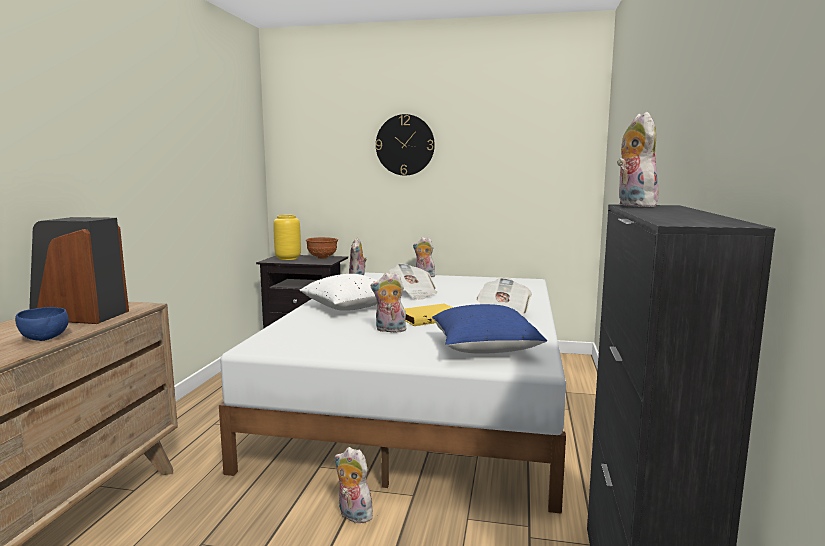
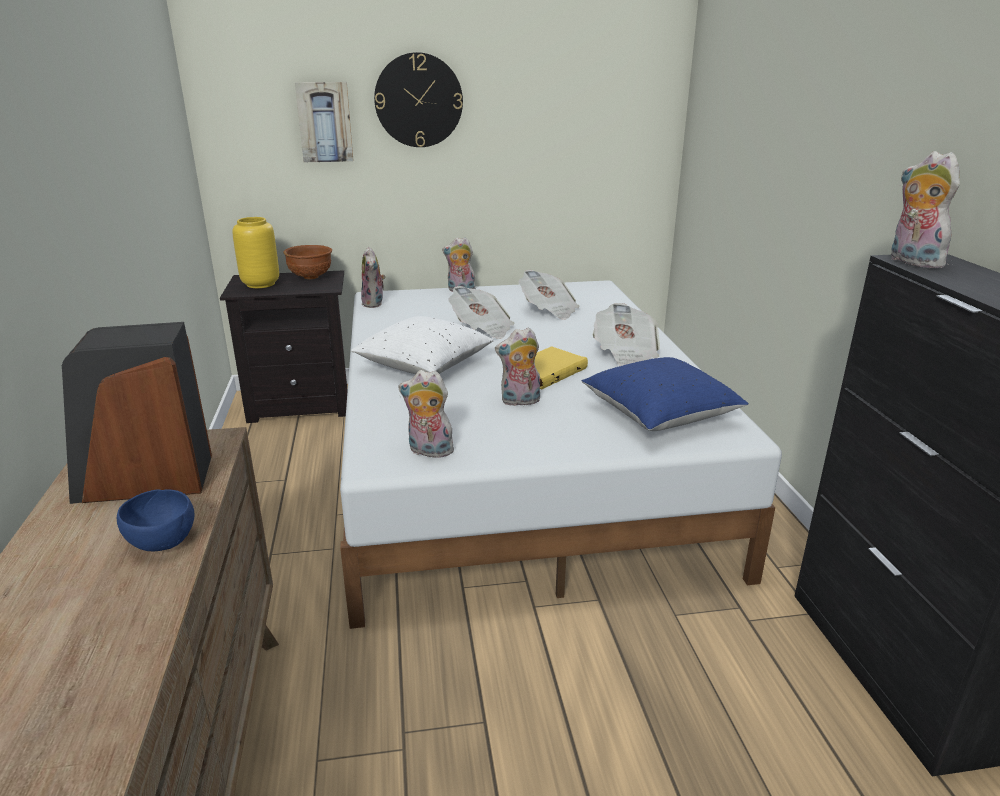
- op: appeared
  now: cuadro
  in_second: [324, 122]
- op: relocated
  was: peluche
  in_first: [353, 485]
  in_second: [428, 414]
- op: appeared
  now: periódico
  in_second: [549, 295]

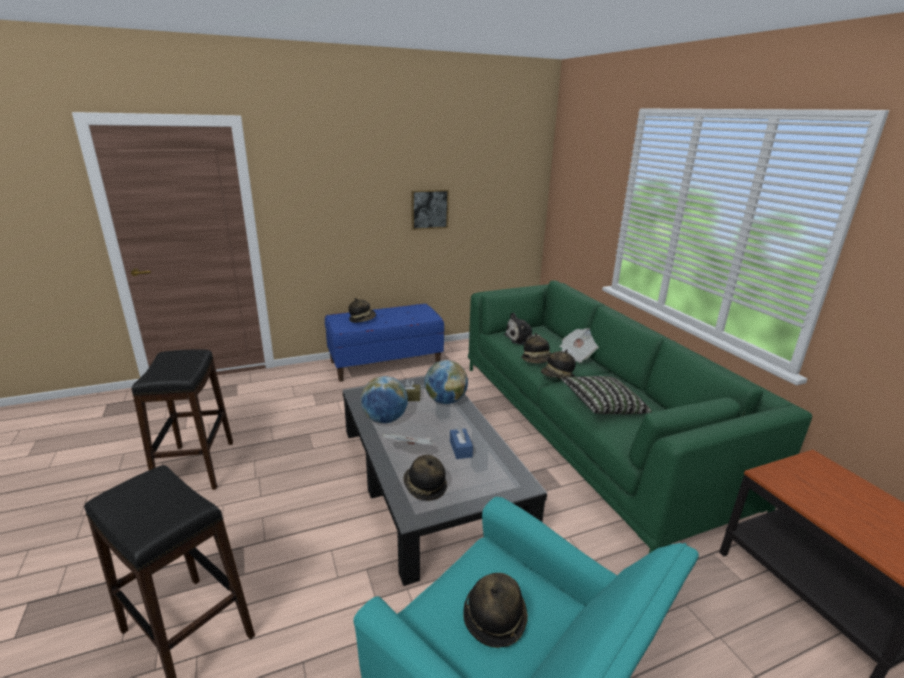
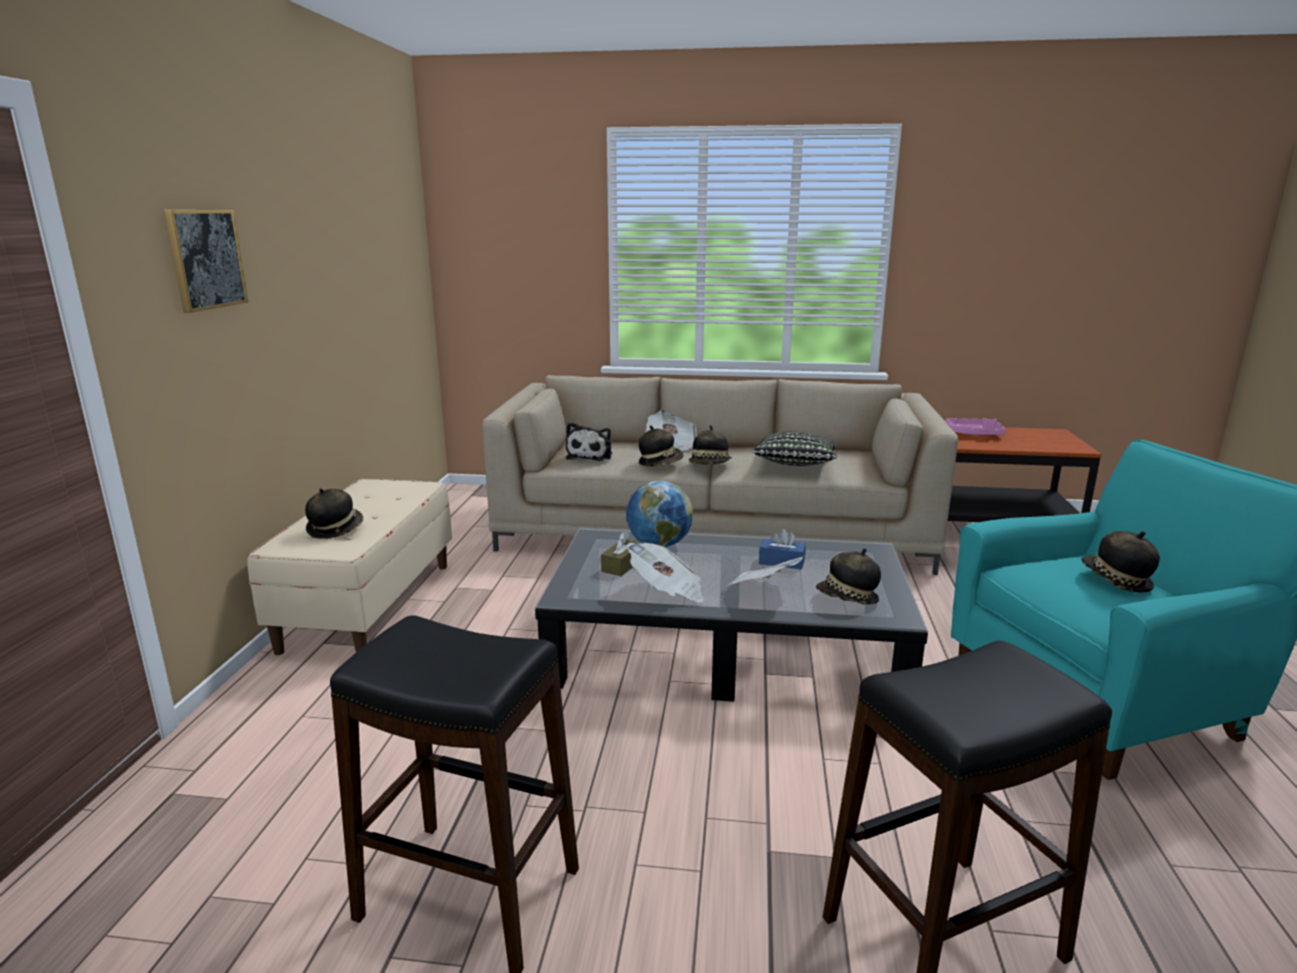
- op: relocated
  was: cuadro
  in_first: [430, 209]
  in_second: [206, 261]
- op: colour
  was: banco (azul)
  now: banco (beis)
  in_first: [384, 343]
  in_second: [350, 567]
- op: colour
  was: sofá (verde)
  now: sofá (beis)
  in_first: [640, 416]
  in_second: [720, 475]
- op: exchanged
  was: globo terráqueo
  now: periódico
  in_first: [384, 399]
  in_second: [665, 572]
- op: appeared
  now: bandeja (rosa)
  in_second: [975, 426]

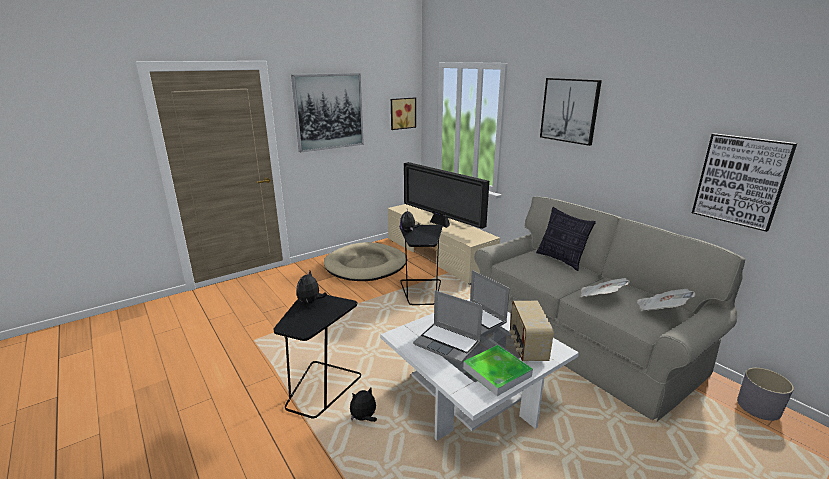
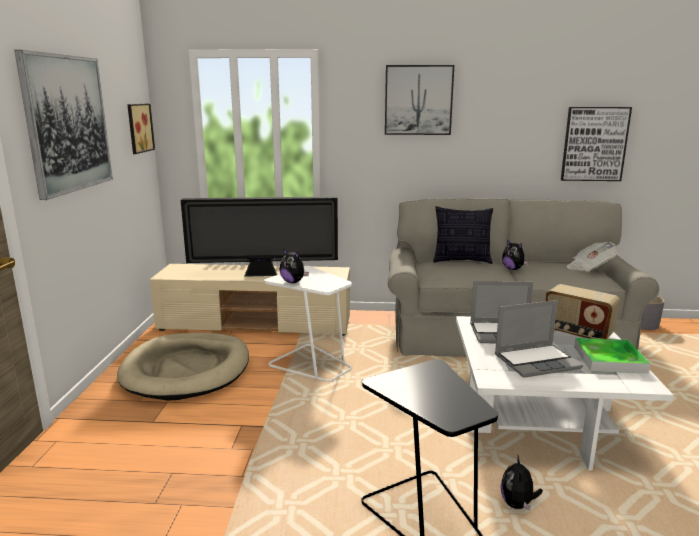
- op: colour
  was: mesa auxiliar (negro)
  now: mesa auxiliar (blanco)
  in_first: [421, 265]
  in_second: [308, 324]
- op: relocated
  was: peluche
  in_first: [312, 287]
  in_second: [515, 254]
- op: missing
  was: periódico
  in_first: [605, 287]

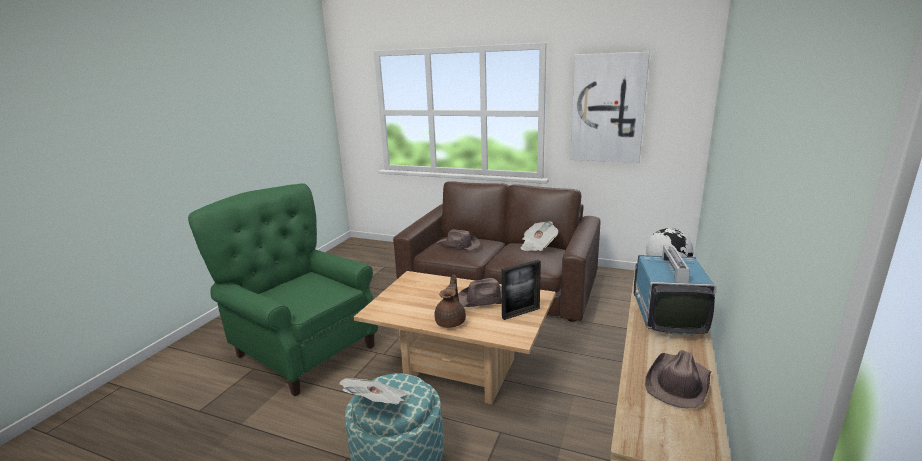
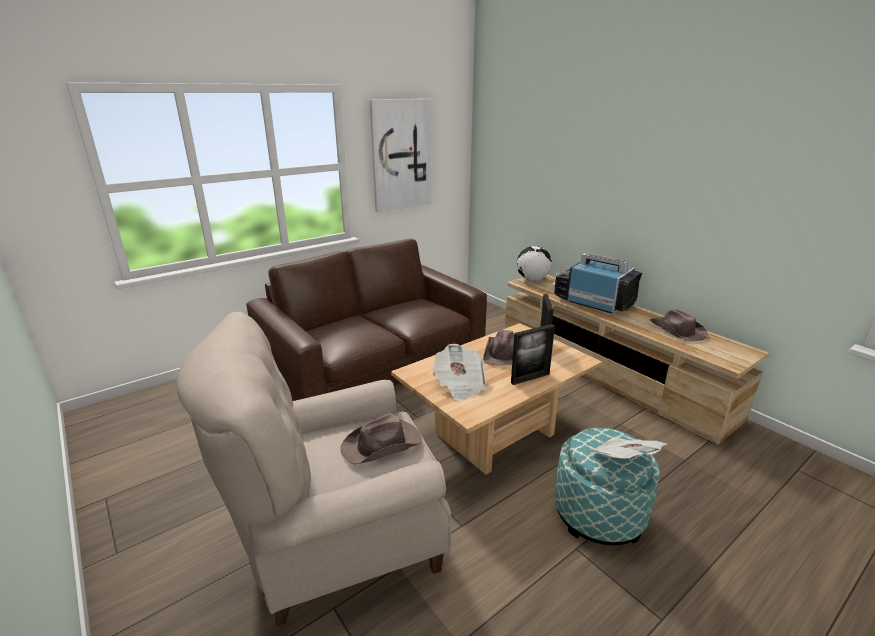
- op: colour
  was: sillón (verde)
  now: sillón (beis)
  in_first: [283, 290]
  in_second: [314, 469]
- op: relocated
  was: sombrero (marrón)
  in_first: [458, 240]
  in_second: [381, 439]
- op: relocated
  was: periódico
  in_first: [539, 236]
  in_second: [459, 372]
- op: exchanged
  was: tetera (marrón)
  now: portarretratos
  in_first: [450, 301]
  in_second: [533, 354]

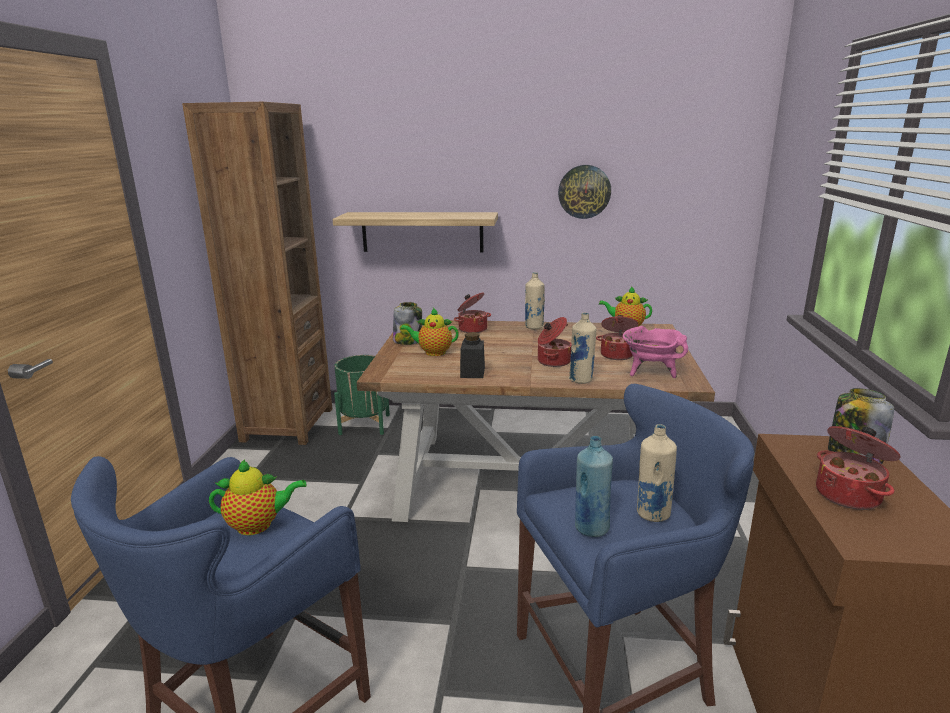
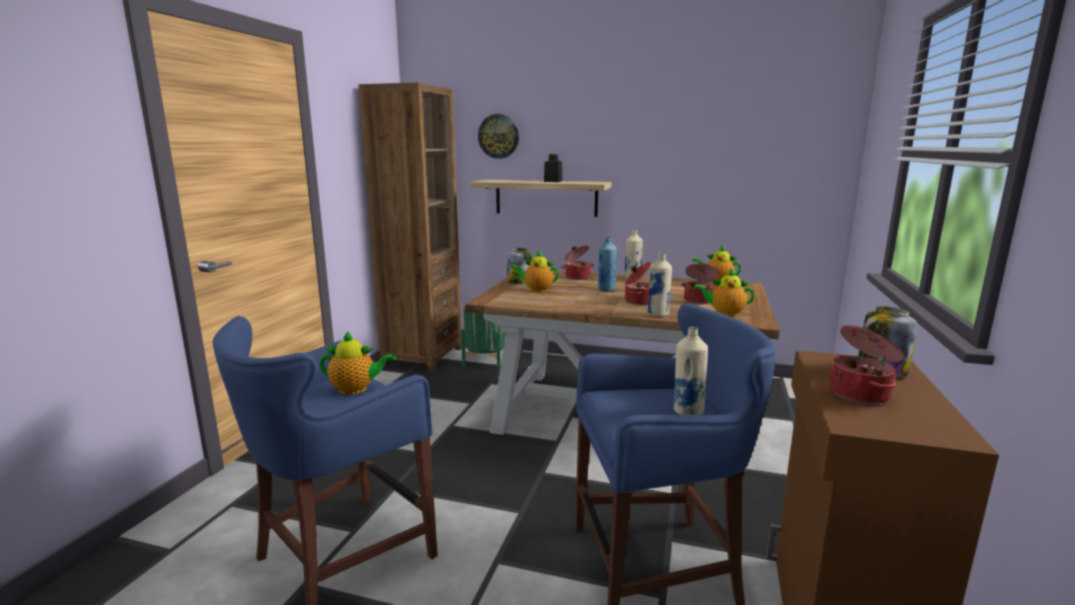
- op: relocated
  was: reloj de pared
  in_first: [584, 192]
  in_second: [498, 136]
- op: relocated
  was: tarro (negro)
  in_first: [472, 355]
  in_second: [553, 168]
- op: relocated
  was: botella (azul)
  in_first: [594, 486]
  in_second: [607, 264]
- op: exchanged
  was: olla (rosa)
  now: tetera
  in_first: [655, 352]
  in_second: [724, 292]

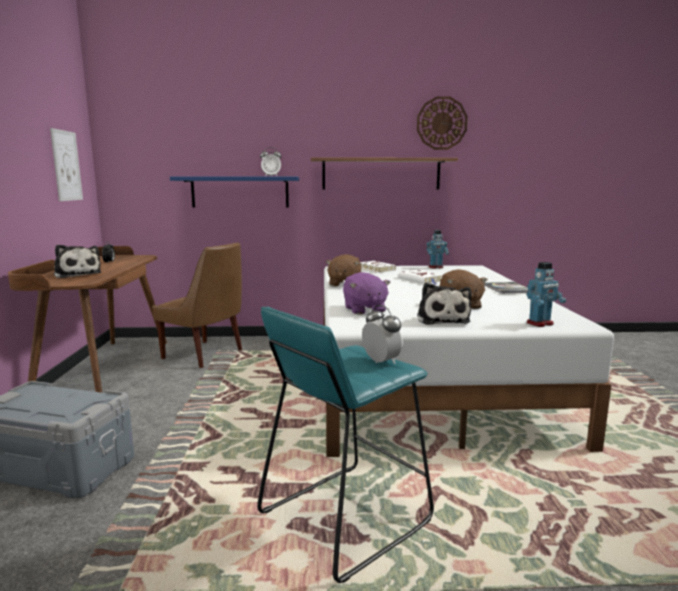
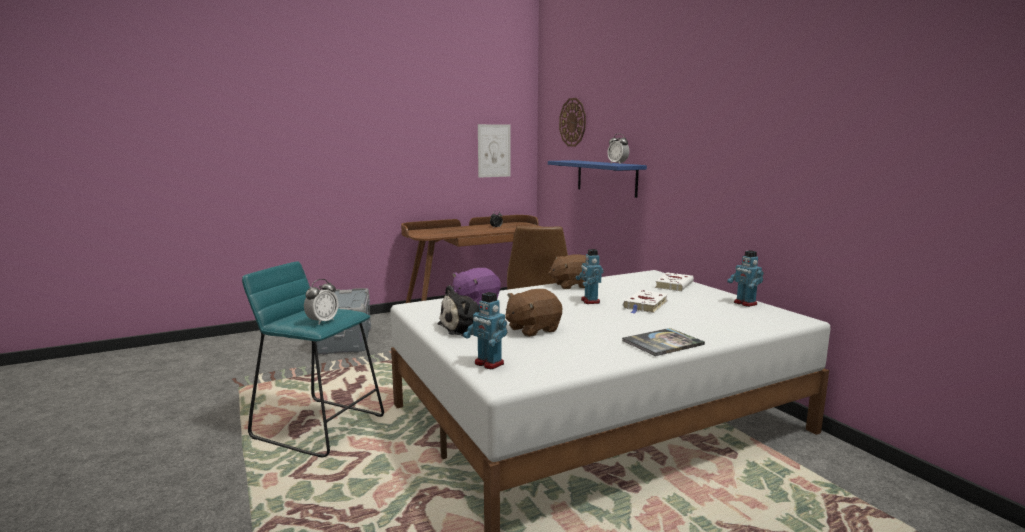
- op: relocated
  was: reloj de pared
  in_first: [442, 123]
  in_second: [572, 122]
- op: appeared
  now: robot de juguete
  in_second: [589, 276]
- op: missing
  was: peluche
  in_first: [77, 261]
- op: missing
  was: estante
  in_first: [384, 173]

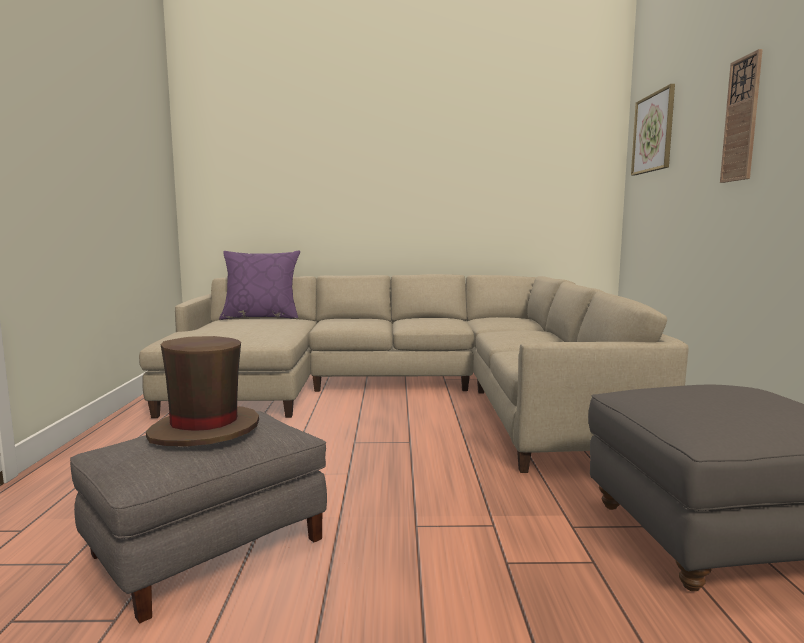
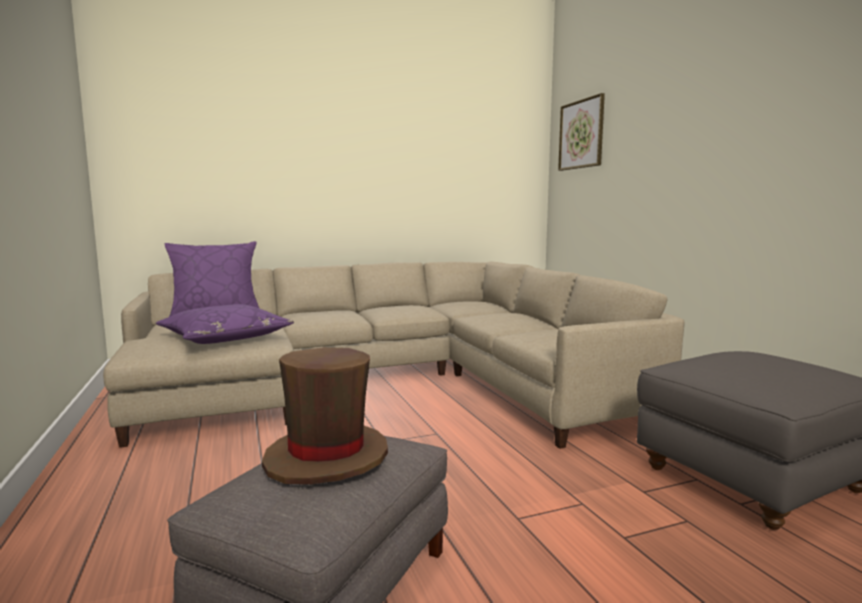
- op: appeared
  now: cojín (morado)
  in_second: [225, 324]
- op: missing
  was: reloj de pared
  in_first: [741, 116]

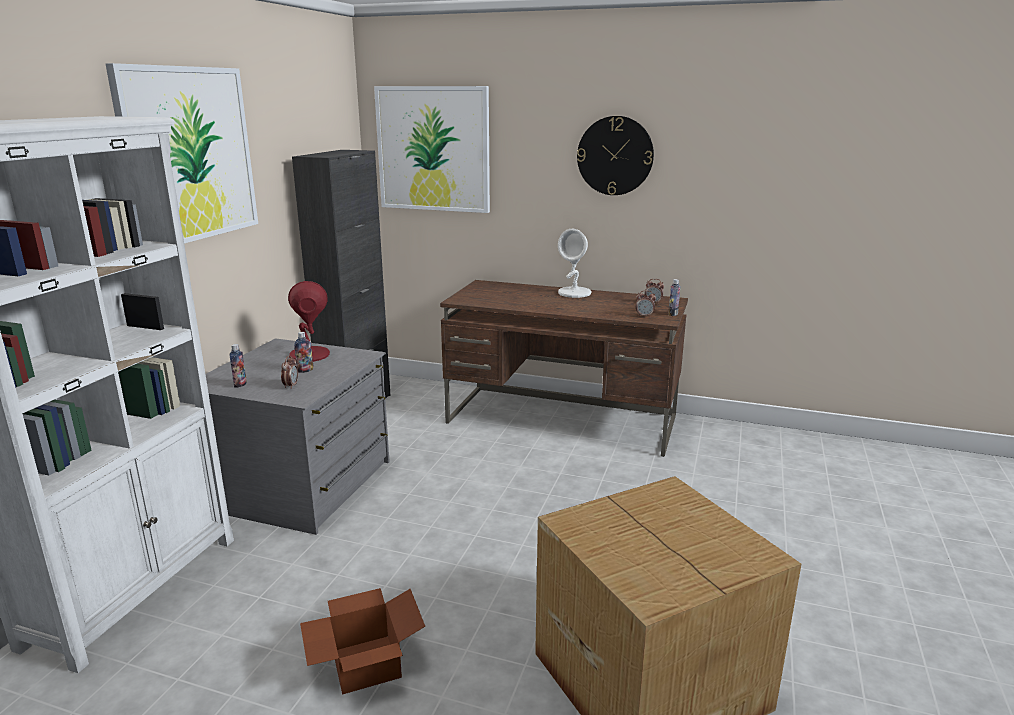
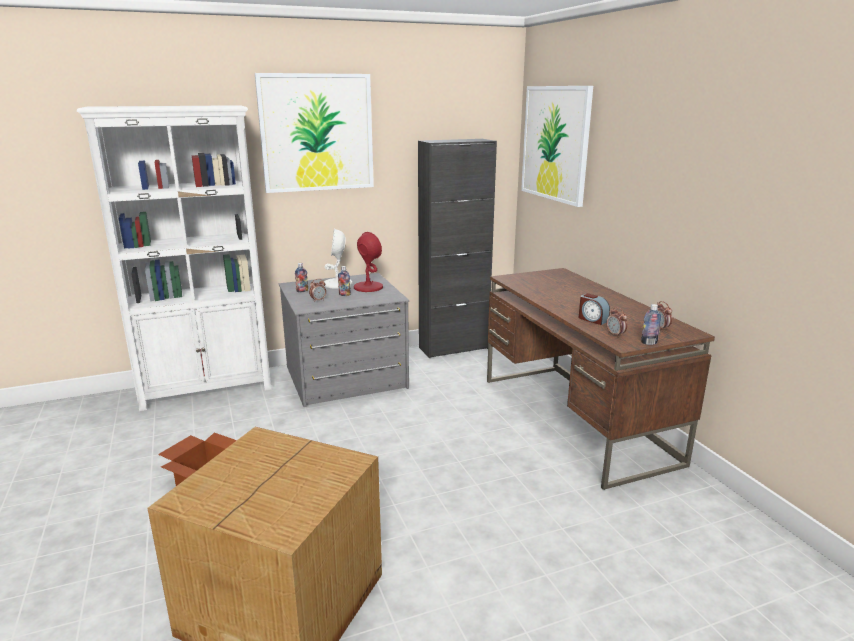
- op: relocated
  was: lámpara de mesa (blanco)
  in_first: [574, 263]
  in_second: [338, 258]
- op: appeared
  now: despertador
  in_second: [594, 309]
- op: missing
  was: reloj de pared
  in_first: [615, 155]

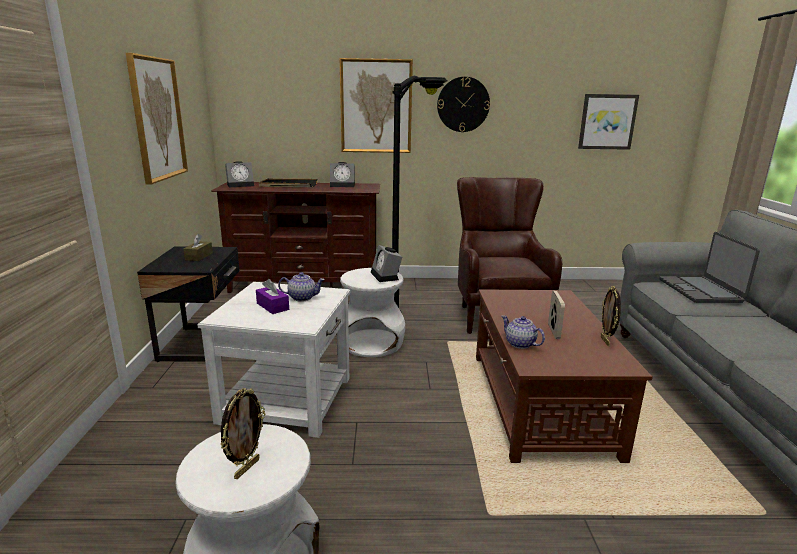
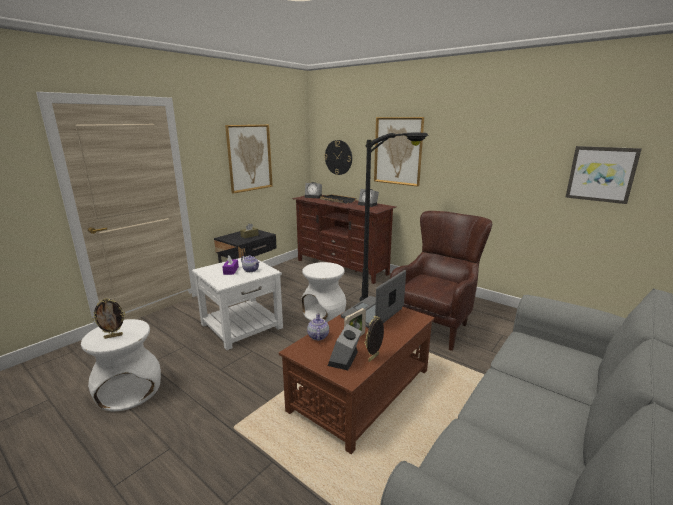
- op: relocated
  was: reloj de pared
  in_first: [463, 104]
  in_second: [338, 157]
- op: relocated
  was: despertador
  in_first: [386, 263]
  in_second: [345, 347]
- op: relocated
  was: portátil
  in_first: [709, 267]
  in_second: [373, 299]

